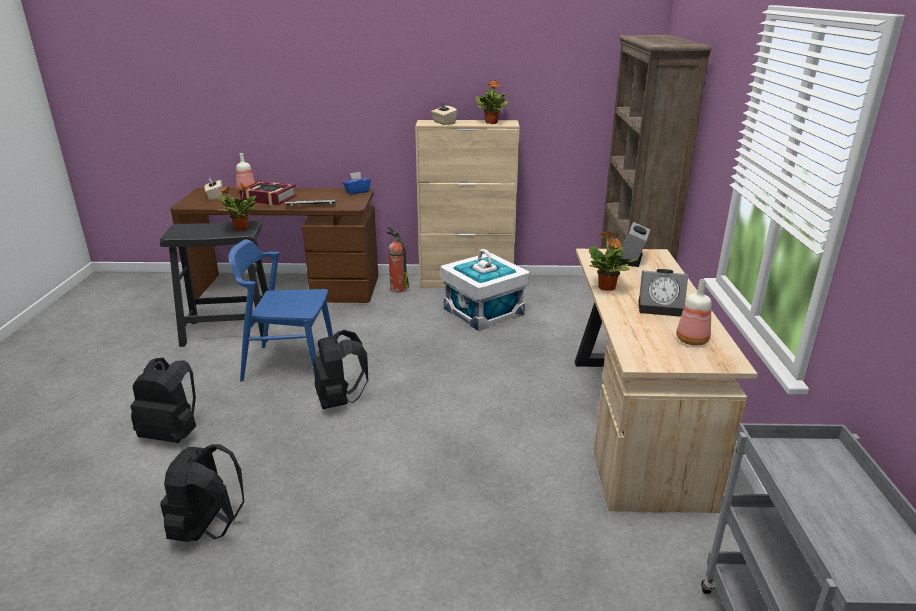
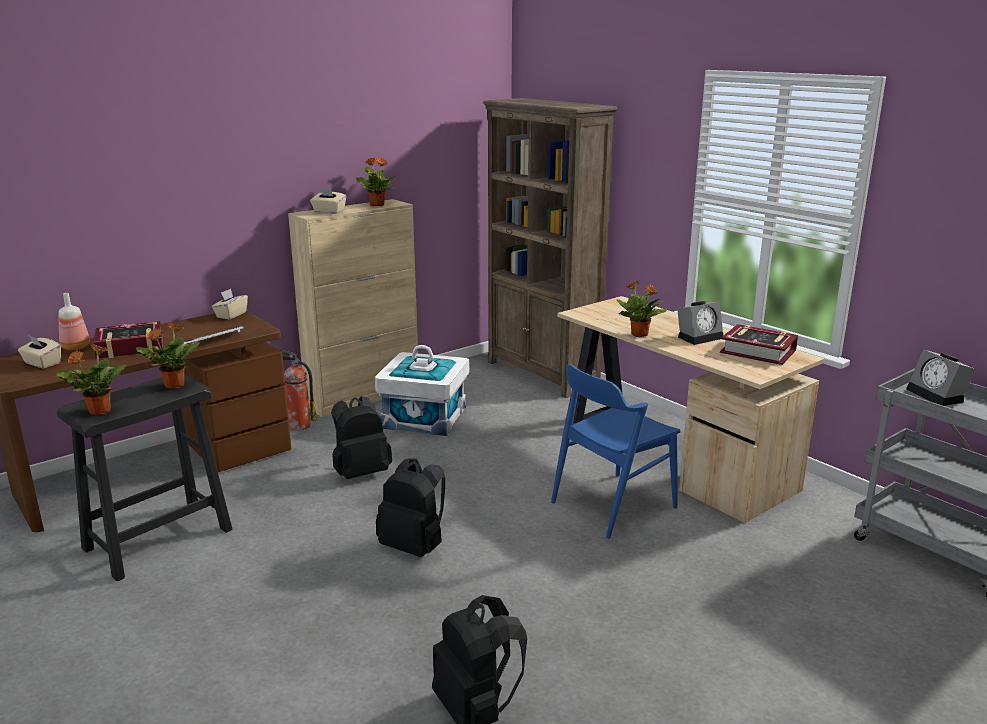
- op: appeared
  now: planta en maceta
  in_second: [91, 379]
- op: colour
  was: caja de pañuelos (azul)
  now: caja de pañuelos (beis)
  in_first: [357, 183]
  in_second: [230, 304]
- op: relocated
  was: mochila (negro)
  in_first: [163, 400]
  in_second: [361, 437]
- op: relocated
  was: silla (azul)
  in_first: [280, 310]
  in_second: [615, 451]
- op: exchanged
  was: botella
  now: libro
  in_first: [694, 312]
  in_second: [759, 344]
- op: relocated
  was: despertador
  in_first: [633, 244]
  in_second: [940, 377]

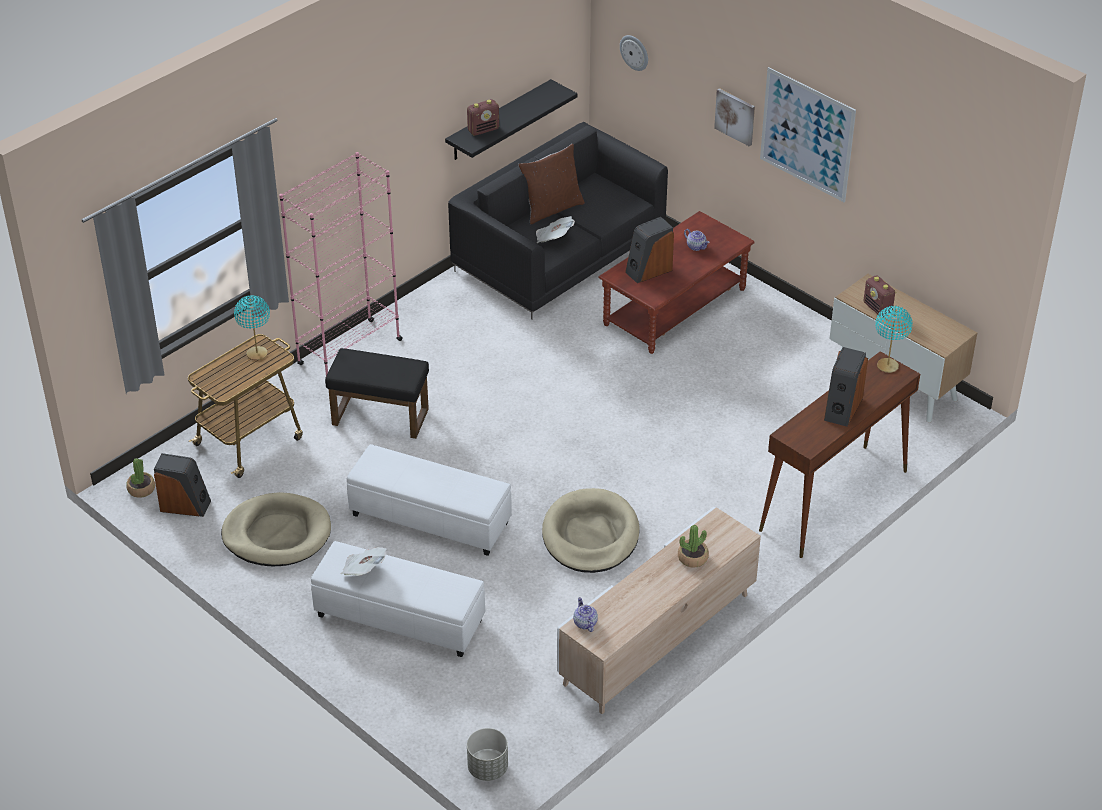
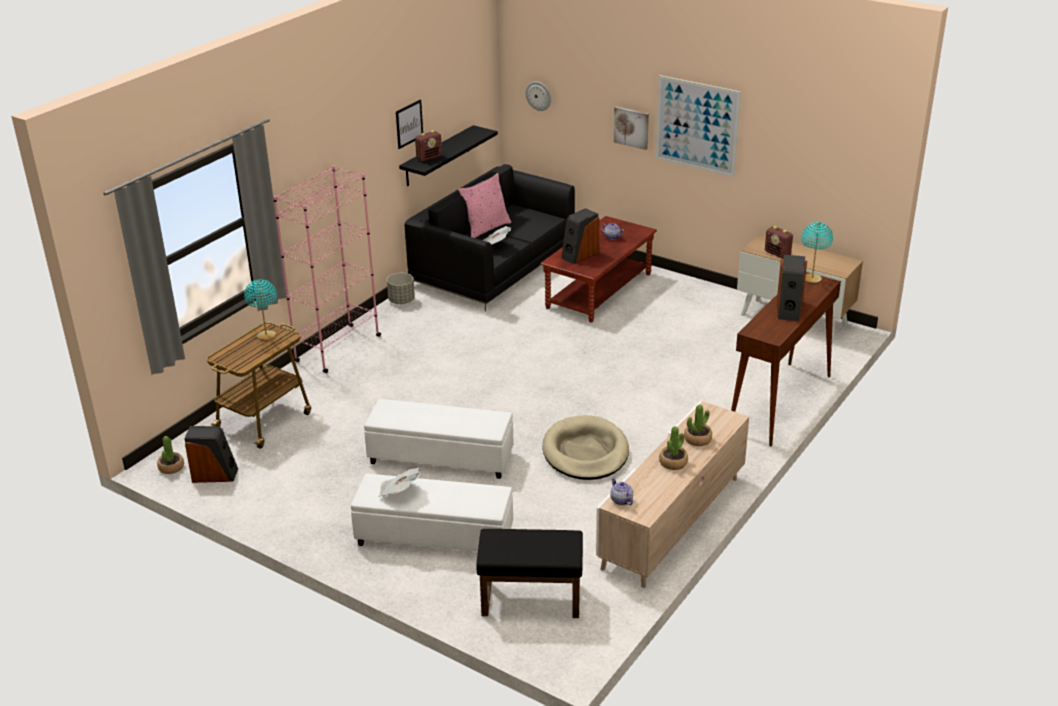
- op: relocated
  was: maceta (gris)
  in_first: [487, 754]
  in_second: [401, 288]
- op: appeared
  now: cuadro
  in_second: [409, 124]
- op: colour
  was: cojín (marrón)
  now: cojín (rosa)
  in_first: [551, 184]
  in_second: [484, 205]
- op: relocated
  was: puf (negro)
  in_first: [377, 393]
  in_second: [529, 573]
- op: appeared
  now: planta en maceta
  in_second: [673, 448]
- op: missing
  was: cama para perro (beis)
  in_first: [276, 529]

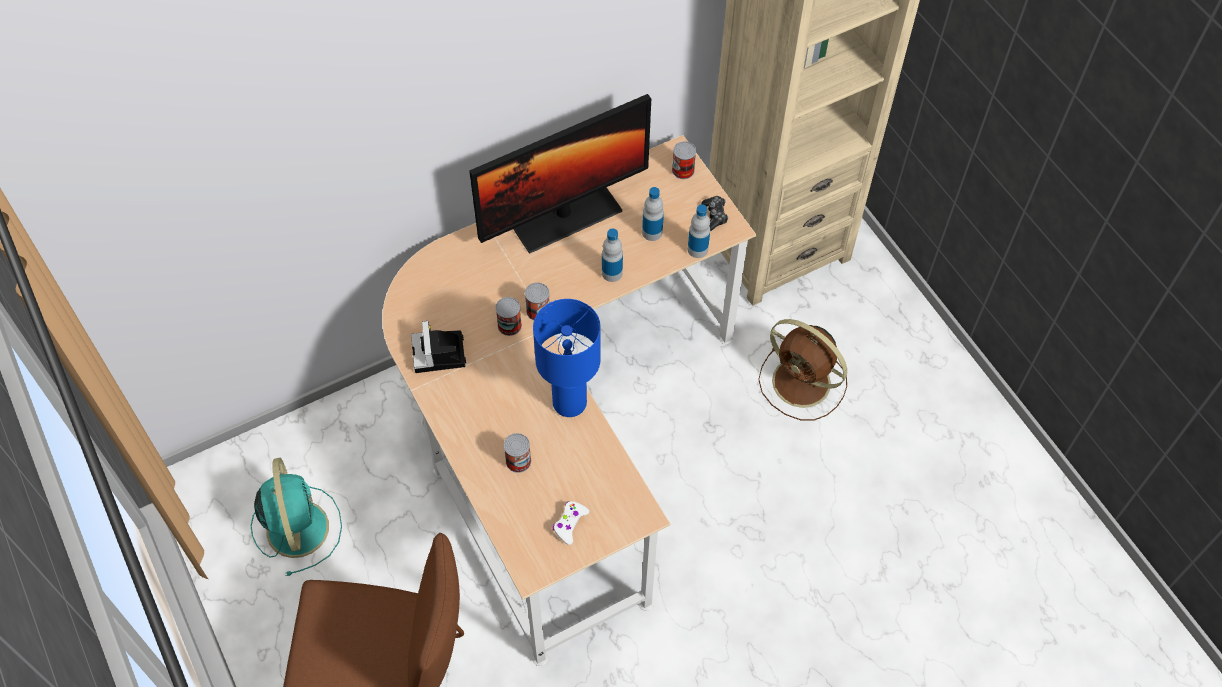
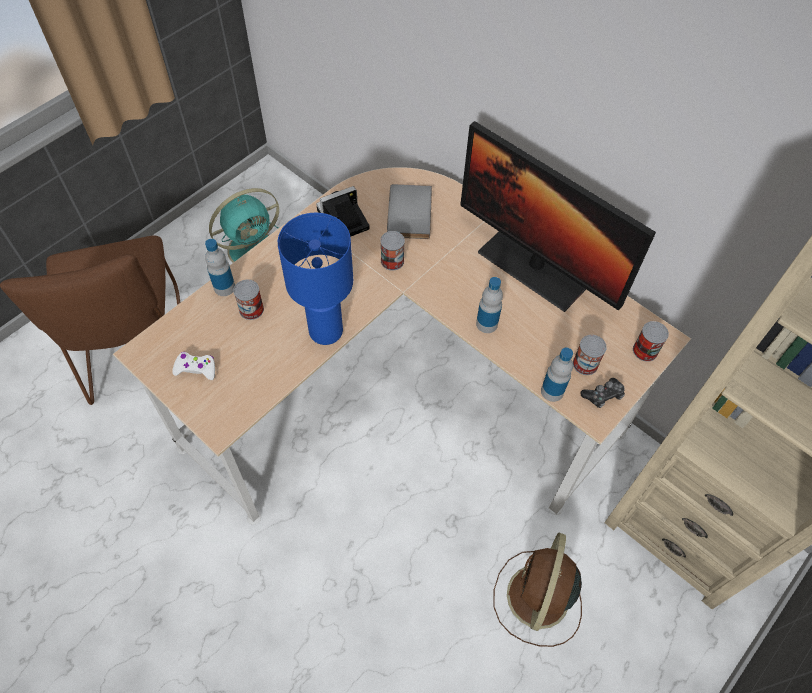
- op: relocated
  was: botella
  in_first: [653, 214]
  in_second: [220, 267]
- op: appeared
  now: libro (gris)
  in_second: [409, 211]
- op: relocated
  was: lata
  in_first: [537, 301]
  in_second: [590, 355]

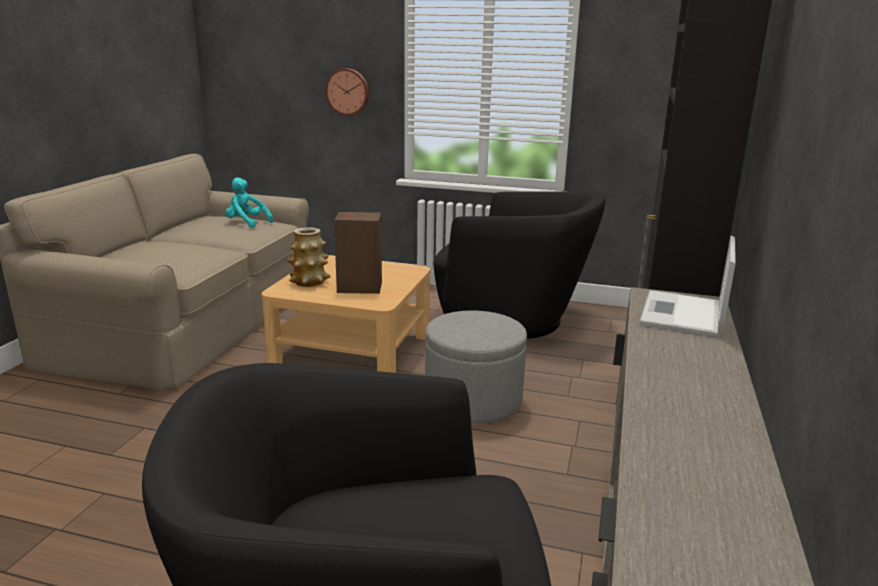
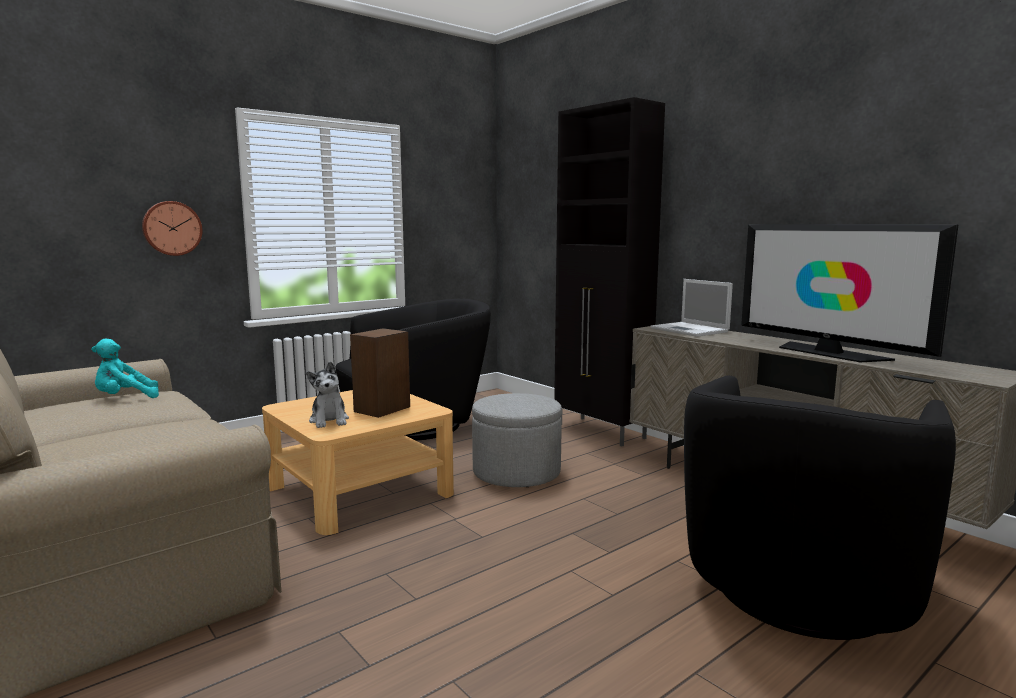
- op: exchanged
  was: florero
  now: peluche
  in_first: [309, 257]
  in_second: [327, 394]
- op: appeared
  now: televisor
  in_second: [850, 293]

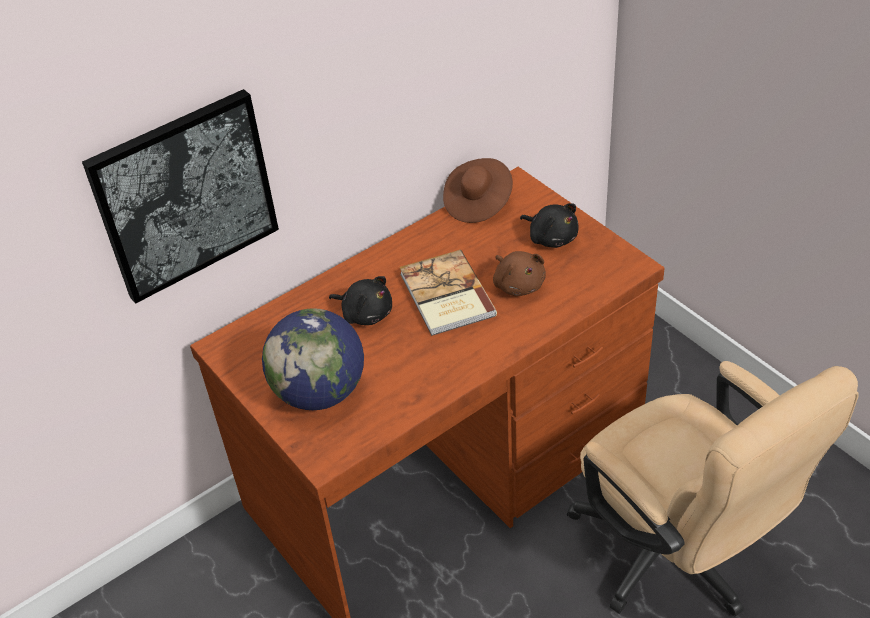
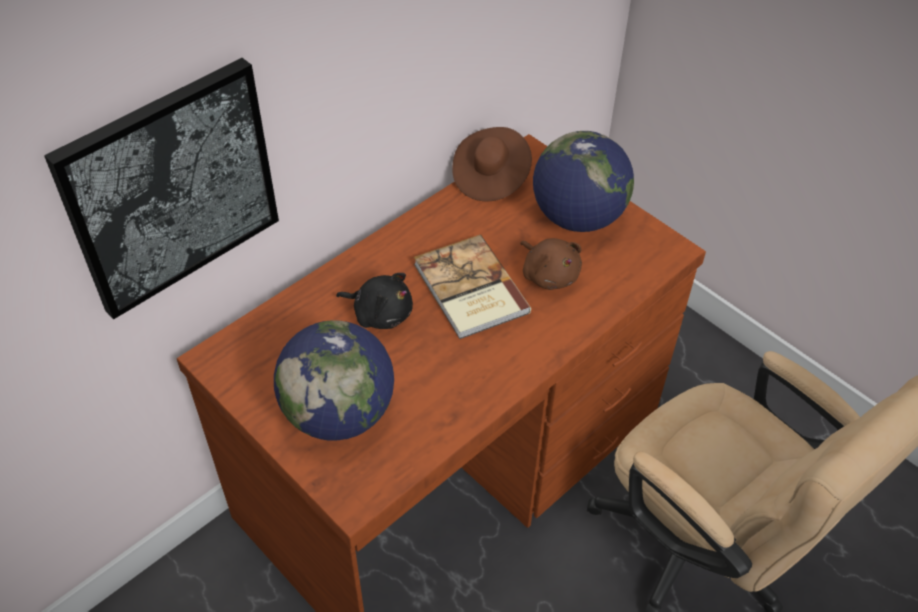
- op: exchanged
  was: peluche (negro)
  now: globo terráqueo
  in_first: [549, 225]
  in_second: [583, 181]

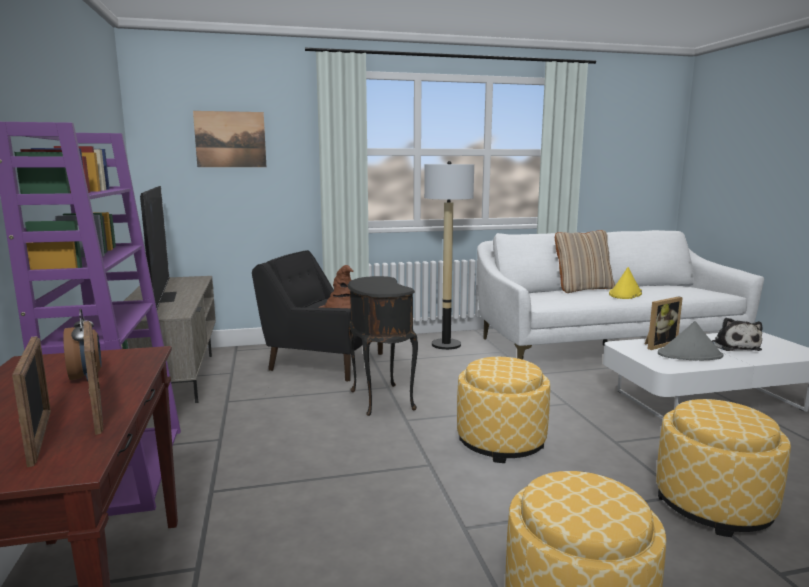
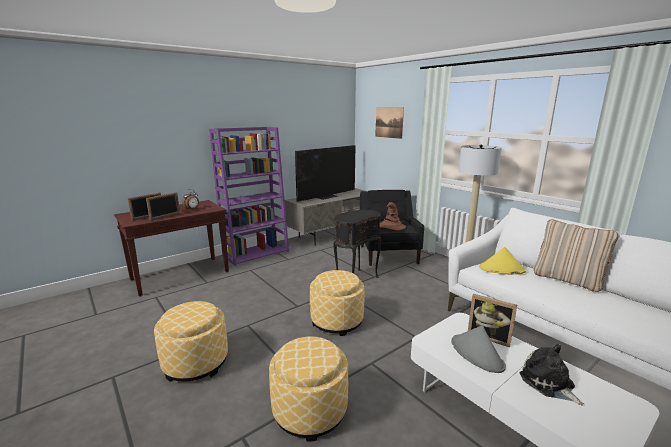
- op: relocated
  was: sombrero (amarillo)
  in_first: [625, 283]
  in_second: [502, 261]
- op: spun
  was: peluche
  in_first: [737, 334]
  in_second: [552, 375]
  clockwise: 90

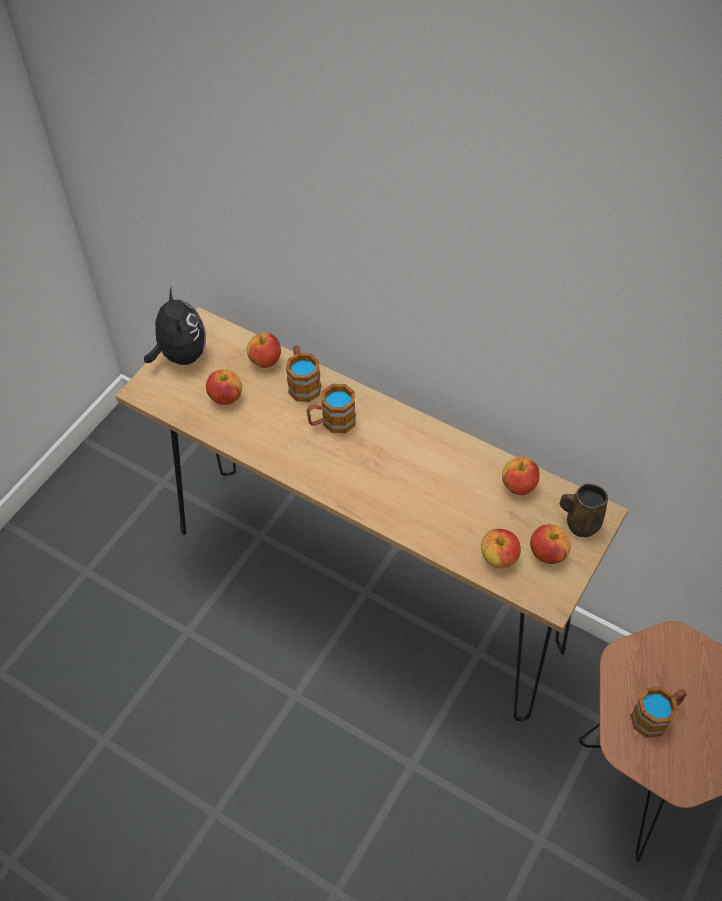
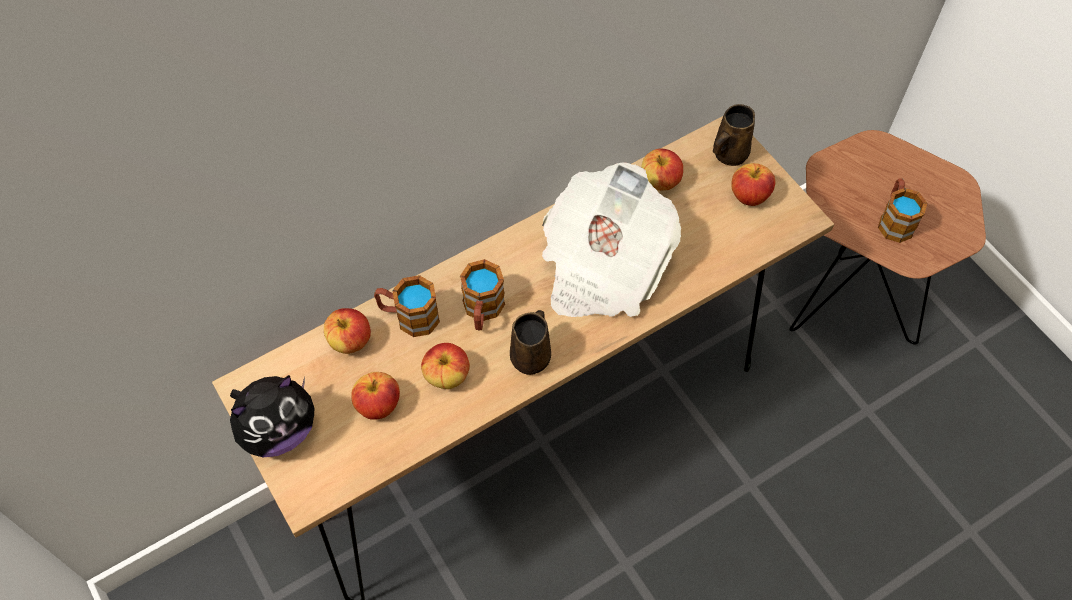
- op: spun
  was: peluche
  in_first: [175, 326]
  in_second: [272, 416]
  clockwise: 135
- op: relocated
  was: manzana
  in_first: [501, 548]
  in_second: [445, 366]
- op: appeared
  now: taza grande (marrón)
  in_second: [530, 342]
- op: appeared
  now: periódico
  in_second: [611, 239]

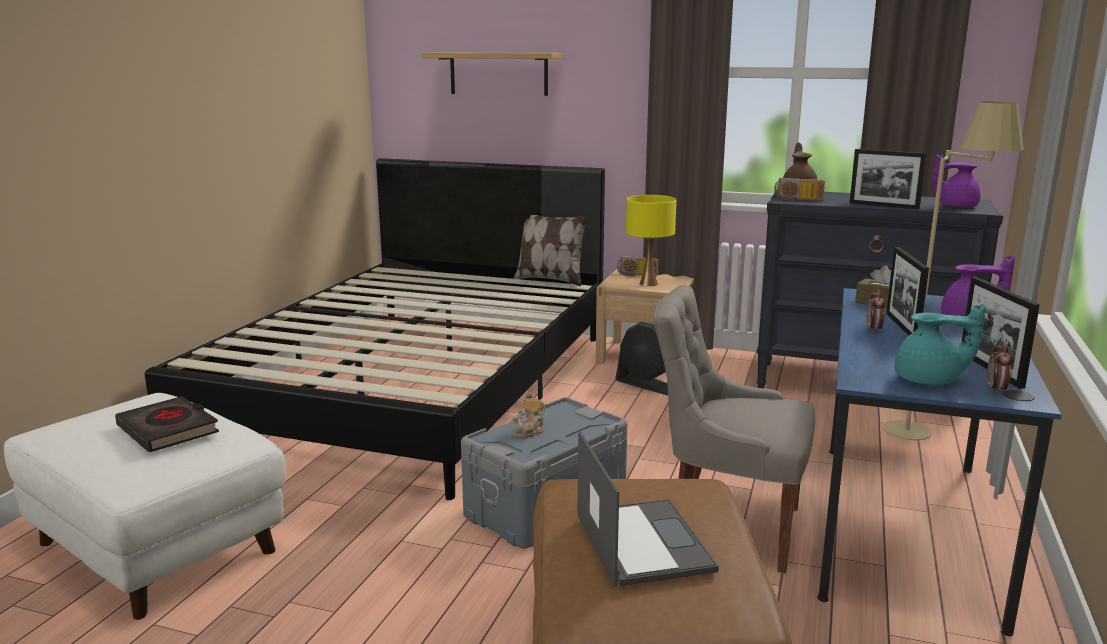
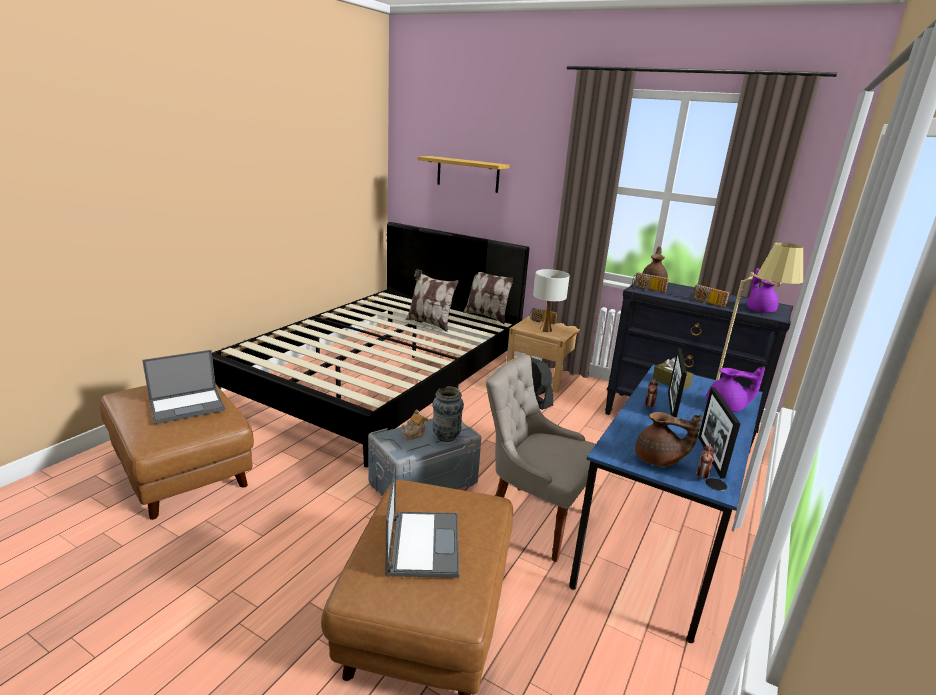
- op: colour
  was: puf (blanco)
  now: puf (marrón)
  in_first: [145, 506]
  in_second: [177, 452]
- op: exchanged
  was: libro (negro)
  now: portátil
  in_first: [167, 424]
  in_second: [183, 387]
- op: appeared
  now: cojín
  in_second: [432, 300]
- op: appeared
  now: florero
  in_second: [448, 414]
- op: colour
  was: lámpara de mesa (amarillo)
  now: lámpara de mesa (blanco)
  in_first: [651, 240]
  in_second: [551, 300]
- op: colour
  was: tetera (turquesa)
  now: tetera (marrón)
  in_first: [940, 344]
  in_second: [668, 439]
- op: exchanged
  was: portarretratos
  now: radio
  in_first: [888, 179]
  in_second: [709, 296]
- op: spun
  was: tetera (morado)
  in_first: [956, 181]
  in_second: [763, 290]
  clockwise: 75

